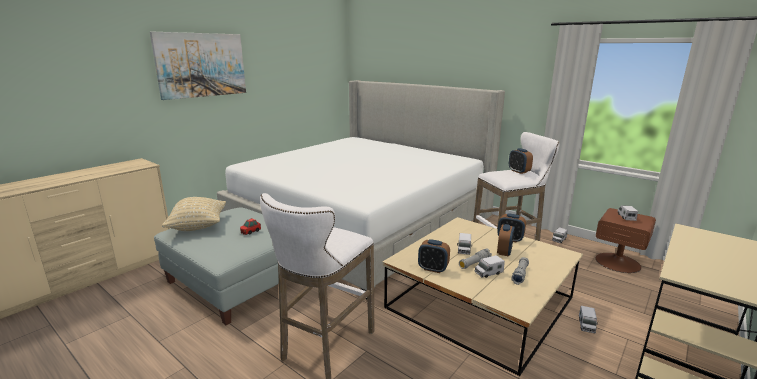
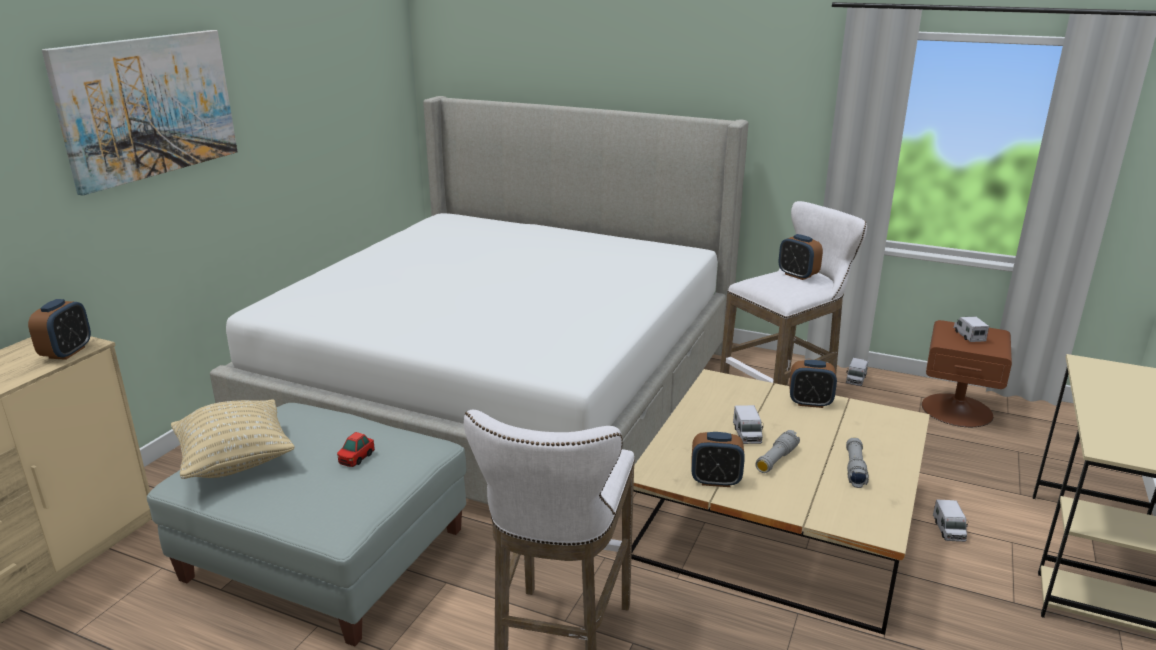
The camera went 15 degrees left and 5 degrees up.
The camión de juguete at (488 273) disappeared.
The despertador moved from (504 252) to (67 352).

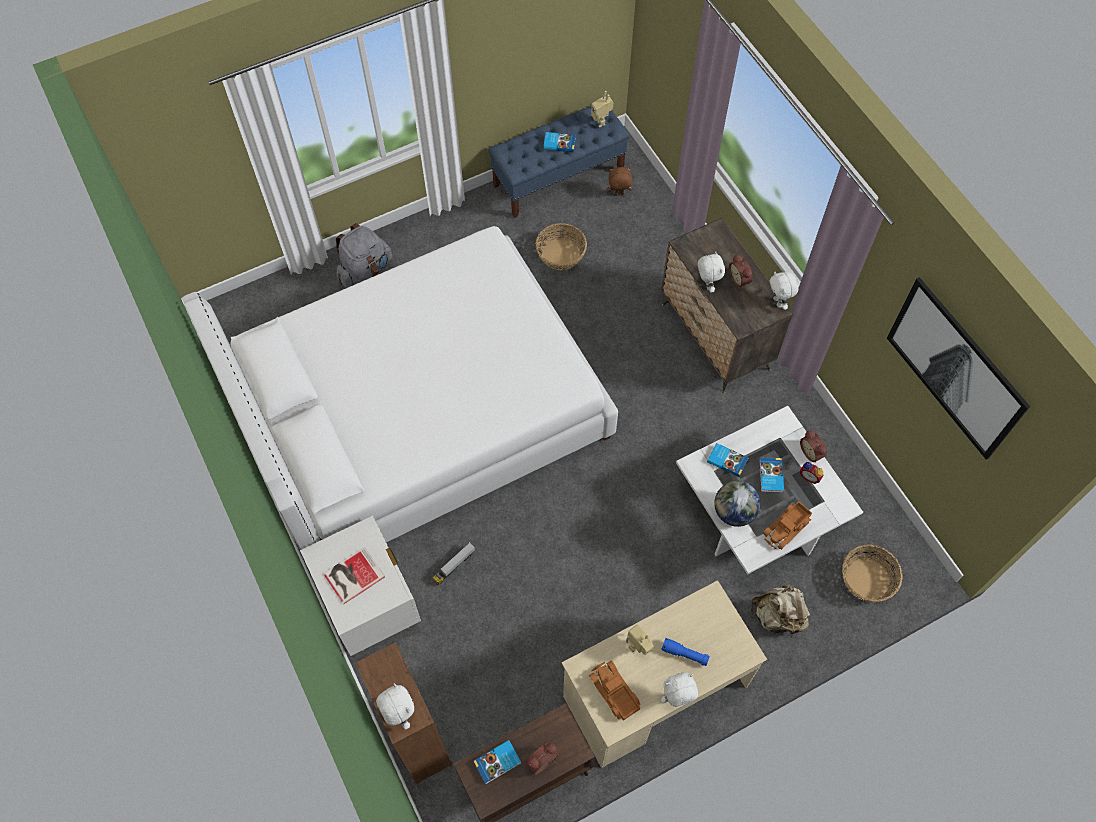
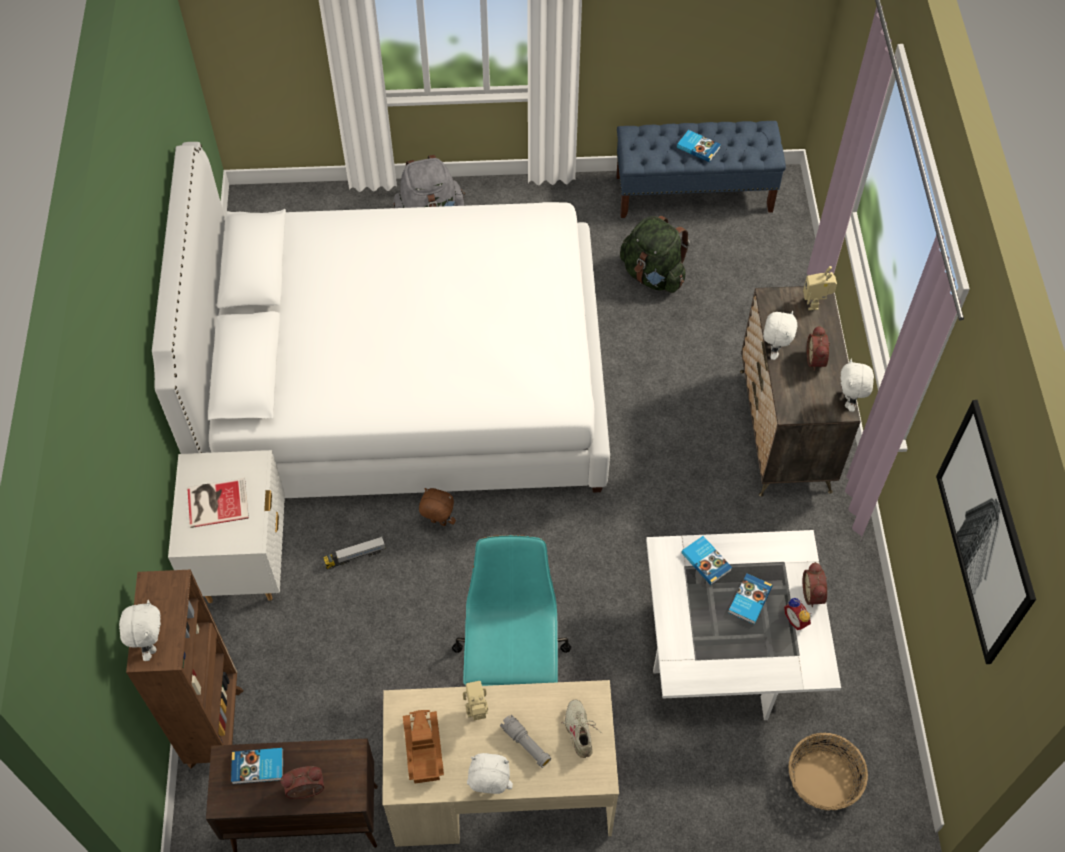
The camera went 25 degrees right and 5 degrees down.
The globo terráqueo at (734 512) disappeared.
The mochila/beis at (778 616) disappeared.
The camión de juguete at (787 528) disappeared.
The silla de oficina/turquesa at (512 666) appeared.
The zapato/beis at (580 731) appeared.
The robot de juguete moved from (601 121) to (815 303).
The peluche/marrón moved from (618 195) to (438 523).
The cesta at (561 254) was replaced by the mochila/verde at (652 275).
The linterna/azul at (684 654) became the linterna/gris at (526 744).

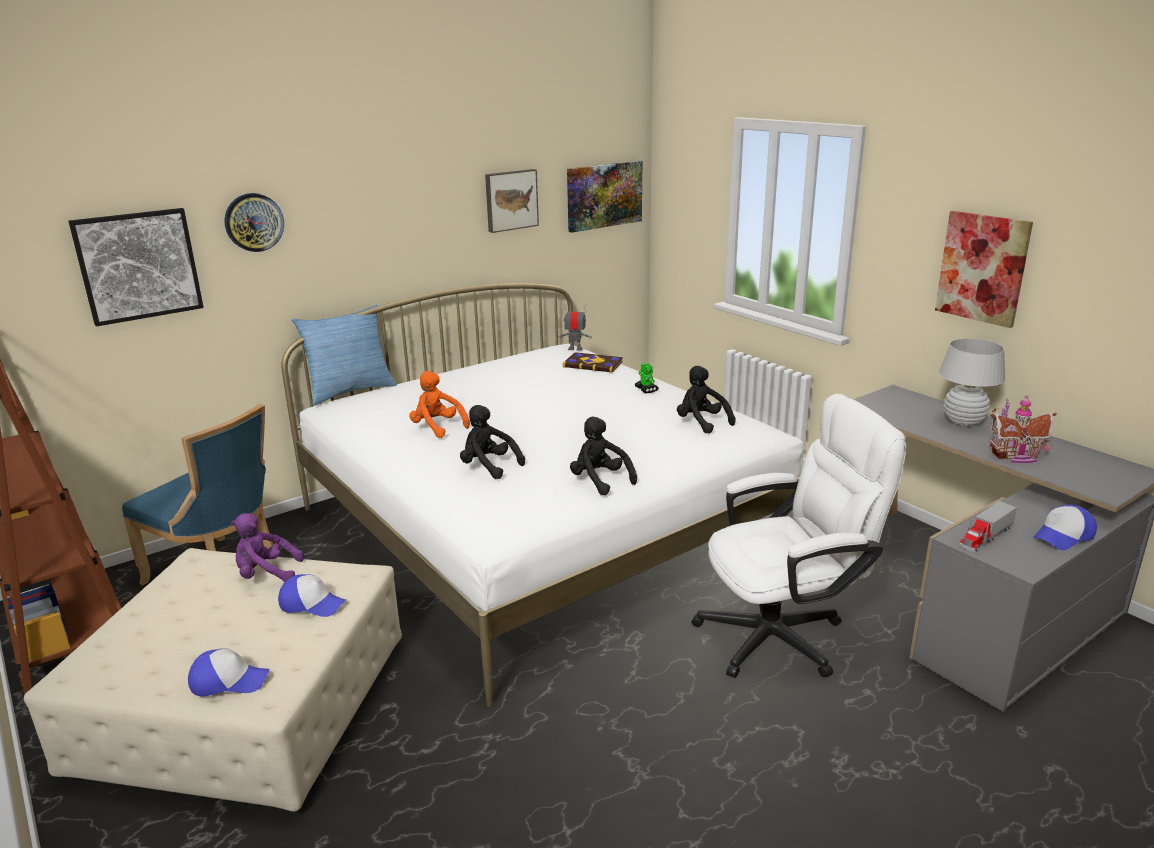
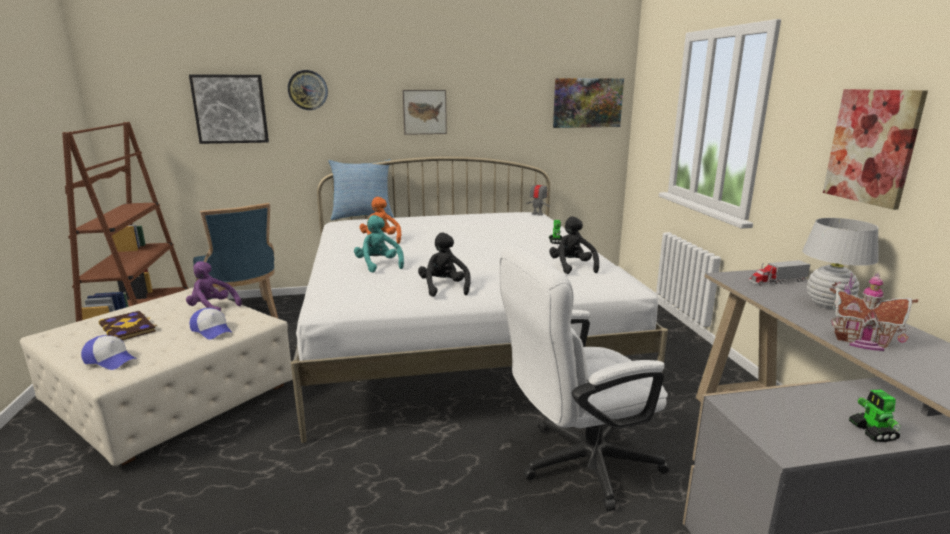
The camera went 25 degrees right and 5 degrees down.
The cuadro moved from (510 200) to (424 112).
The libro moved from (593 364) to (128 328).
The camión de juguete moved from (985 536) to (777 281).
The gorra at (1063 536) was replaced by the robot de juguete at (872 432).
The peluche/negro at (488 467) became the peluche/turquesa at (378 265).
The silla de oficina/blanco at (784 634) turned 150 degrees clockwise.

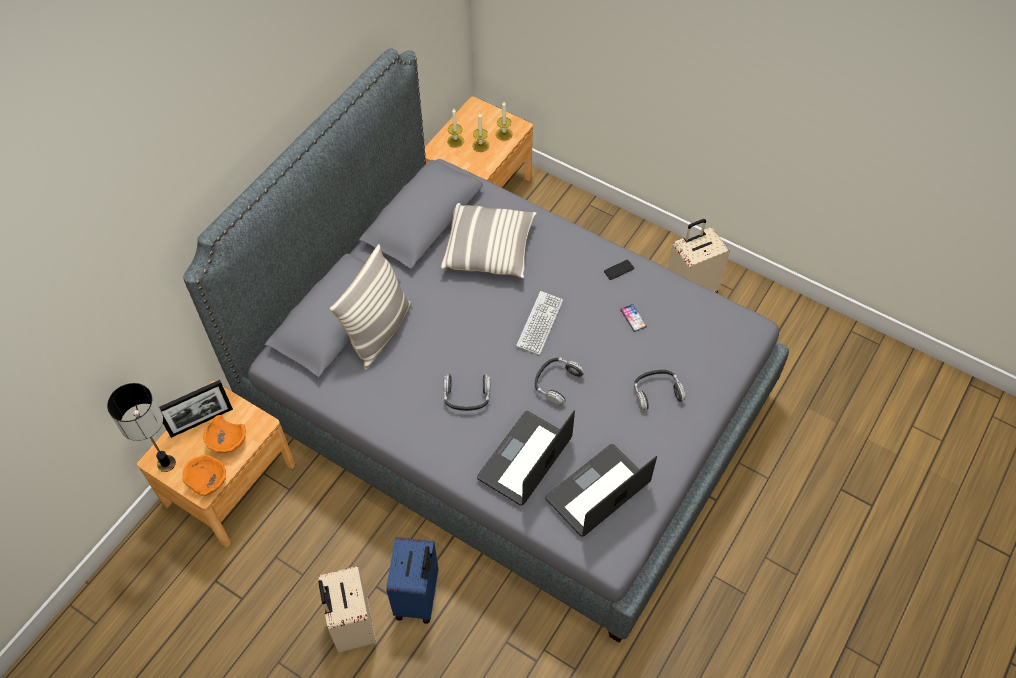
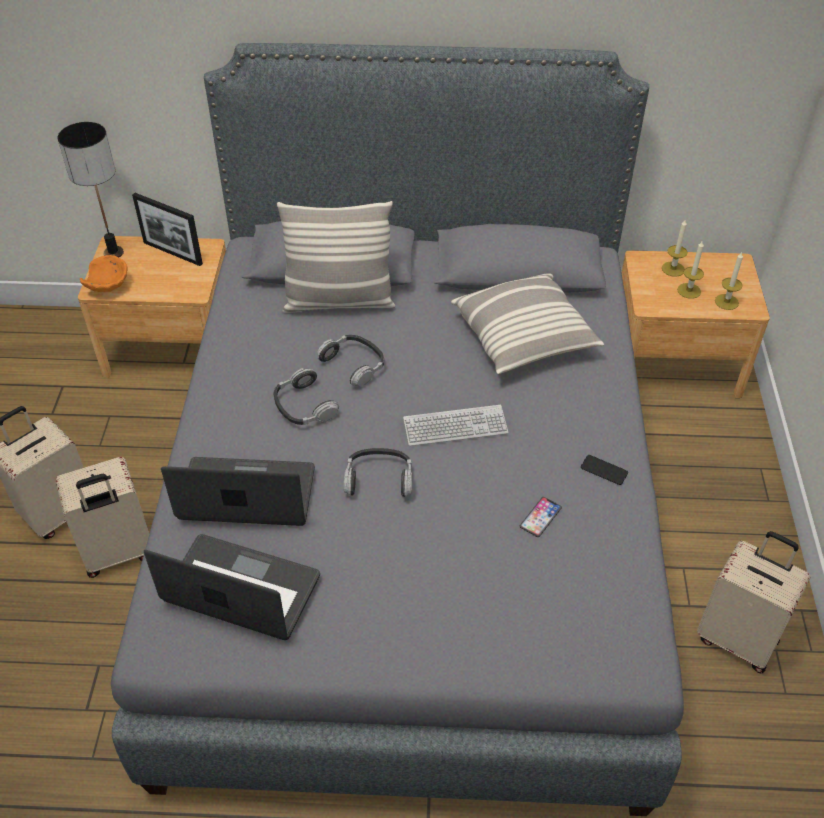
The camera went 60 degrees right and 10 degrees down.
The cuenco/naranja at (227 442) disappeared.
The auriculares moved from (657 392) to (354 364).
The maleta/azul at (418 597) became the maleta/beis at (118 553).

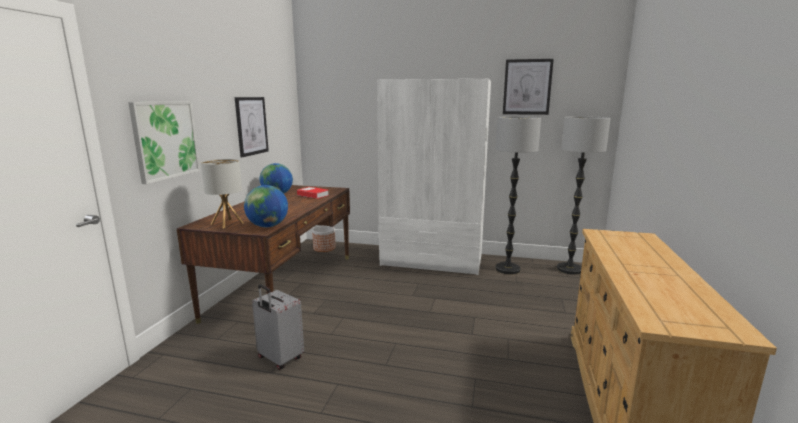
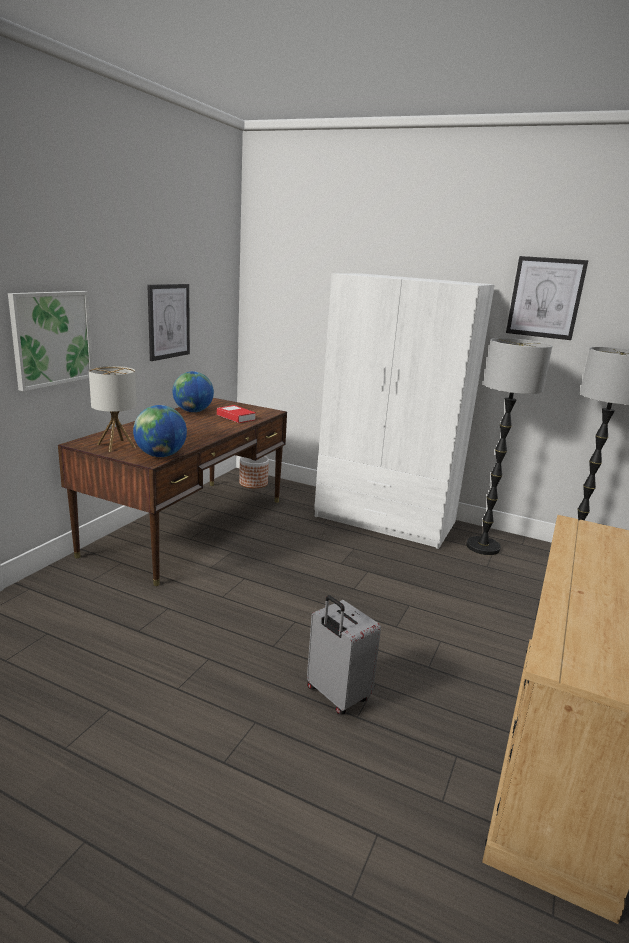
The camera went 10 degrees right and 5 degrees up.
The maleta/gris moved from (279 359) to (336 695).

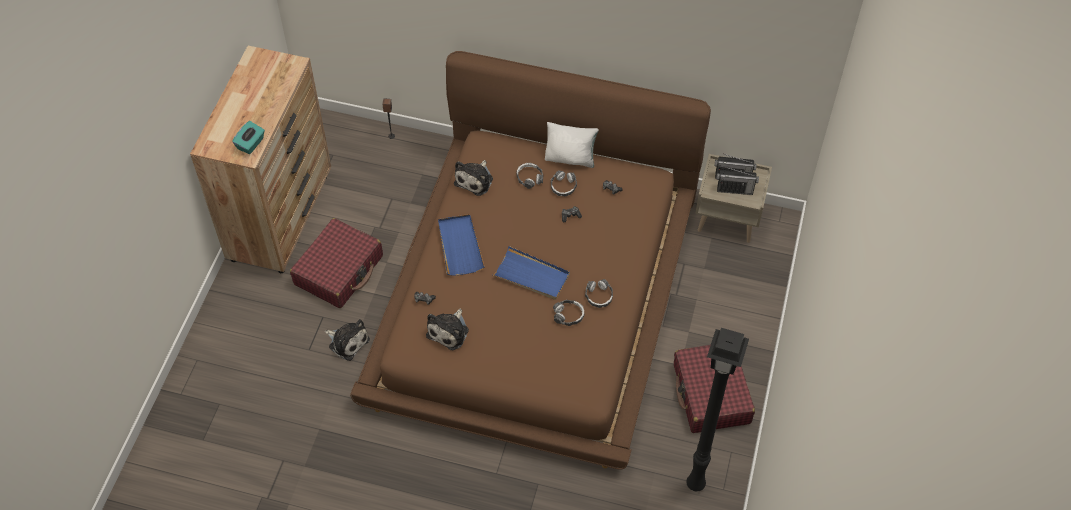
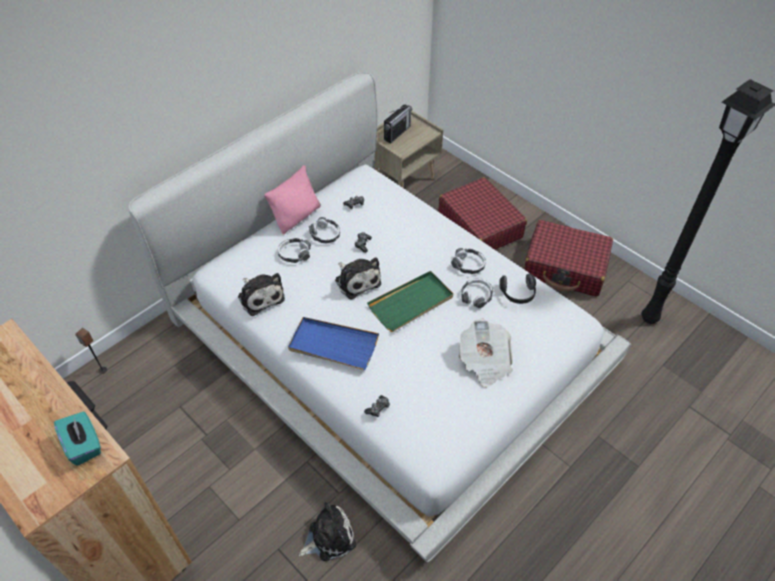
The camera went 60 degrees left and 5 degrees down.
The radio at (735 190) disappeared.
The periódico at (484 362) appeared.
The auriculares at (517 294) appeared.
The maleta/rojo moved from (339 270) to (480 225).
The peluche moved from (449 331) to (357 280).
The cama/marrón at (535 296) became the cama/blanco at (387 340).
The bandeja/azul at (531 275) became the bandeja/verde at (411 303).
The cojín/blanco at (570 158) became the cojín/rosa at (296 216).

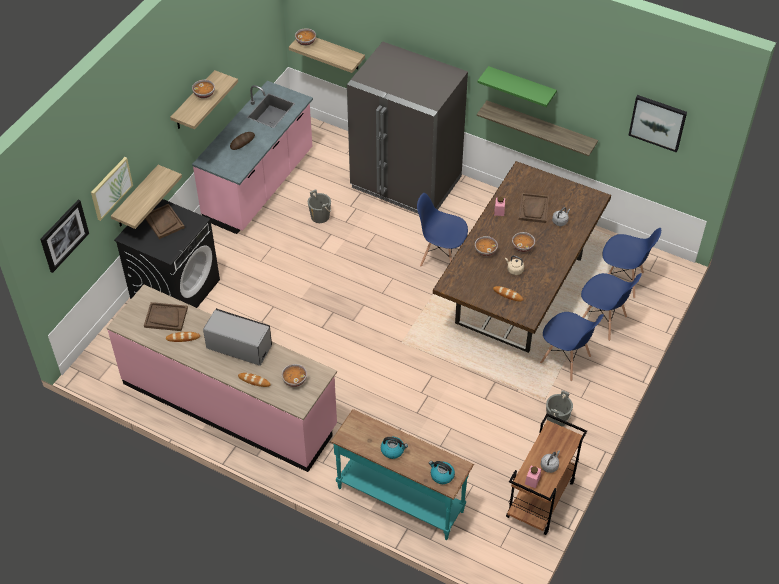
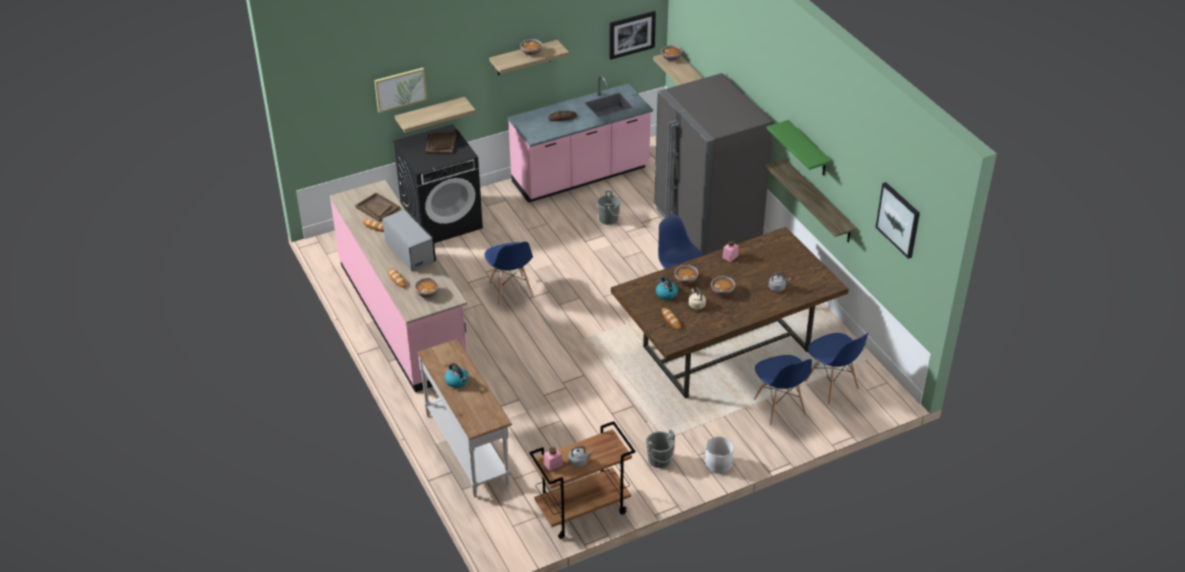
The camera went 35 degrees right and 10 degrees down.
The bandeja/marrón at (533 209) disappeared.
The maceta/blanco at (718 464) appeared.
The cuadro moved from (64 235) to (631 34).
The hervidor moved from (441 475) to (666 294).
The silla/azul moved from (565 360) to (511 291).
The mesa consola/turquesa at (401 498) became the mesa consola/blanco at (468 448).

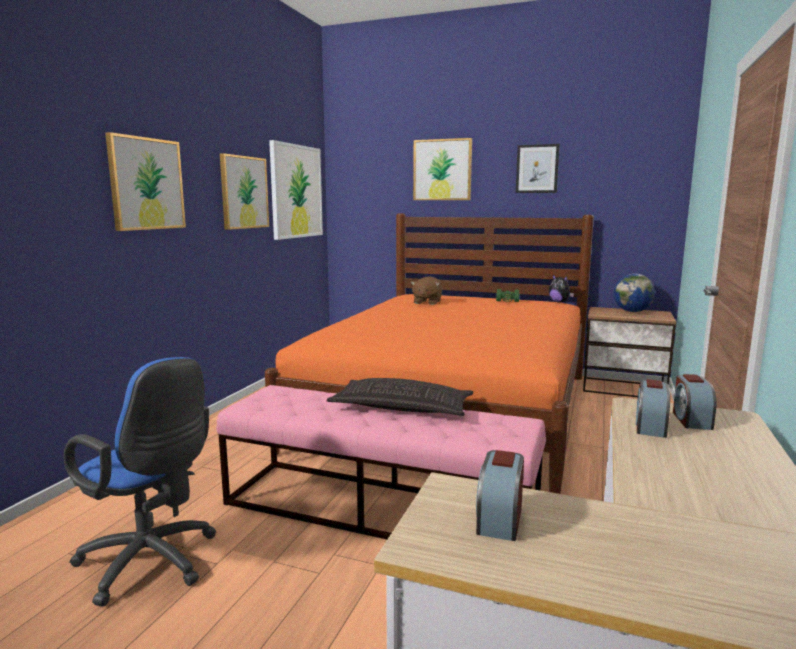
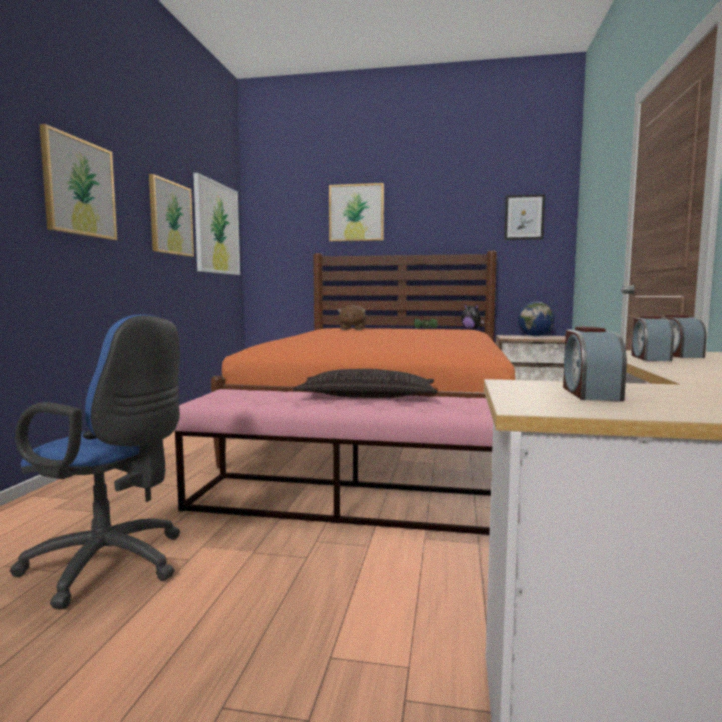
The camera went 10 degrees left and 5 degrees down.
The cuadro moved from (537 169) to (524 217).

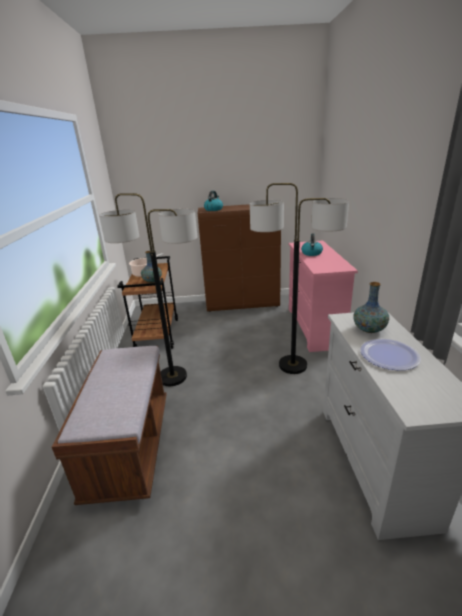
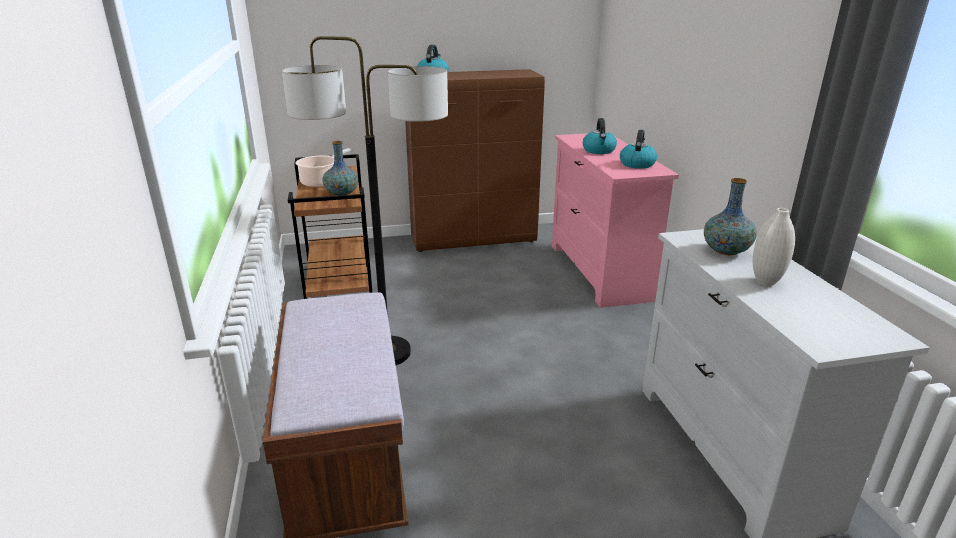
The camera went 10 degrees left and 0 degrees up.
The lámpara de pie at (293 365) disappeared.
The hervidor at (637 164) appeared.
The plato at (389 355) was replaced by the florero/blanco at (765 282).

